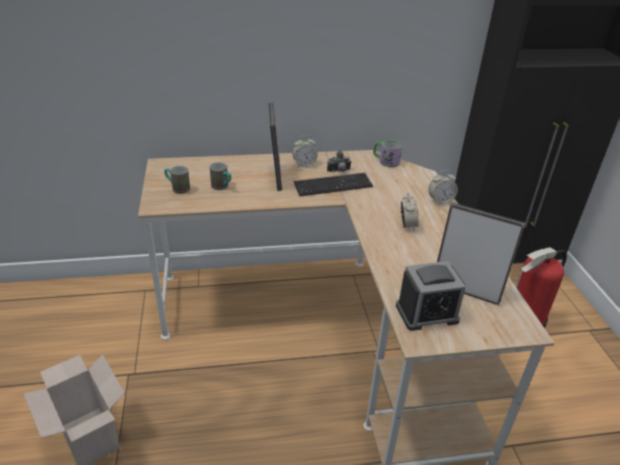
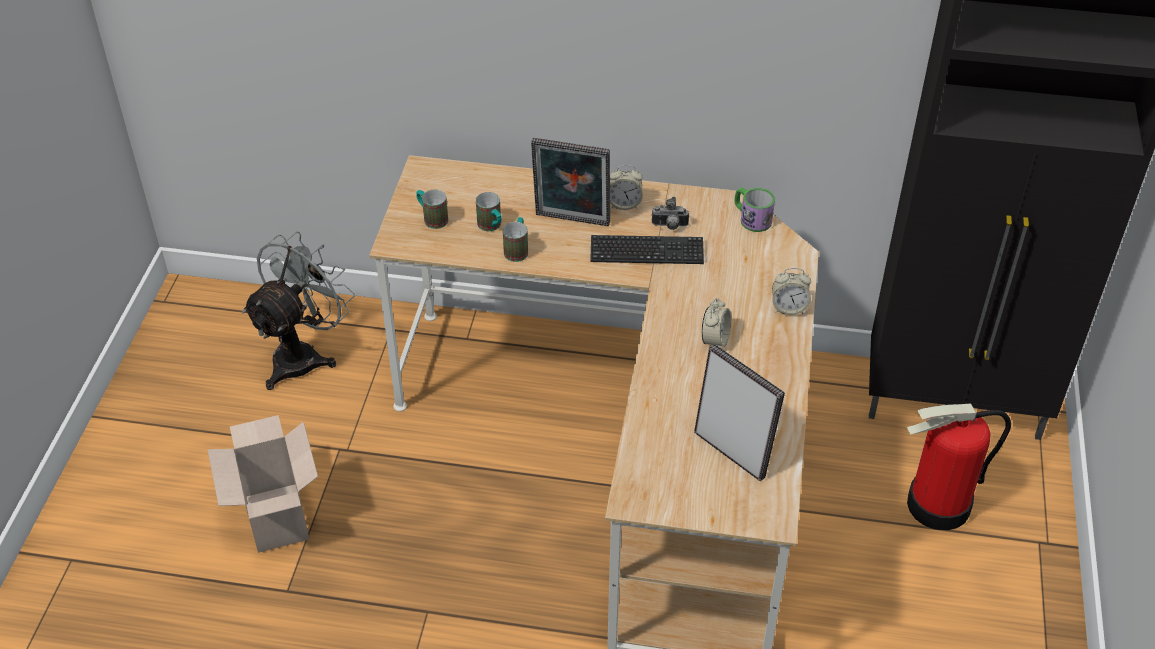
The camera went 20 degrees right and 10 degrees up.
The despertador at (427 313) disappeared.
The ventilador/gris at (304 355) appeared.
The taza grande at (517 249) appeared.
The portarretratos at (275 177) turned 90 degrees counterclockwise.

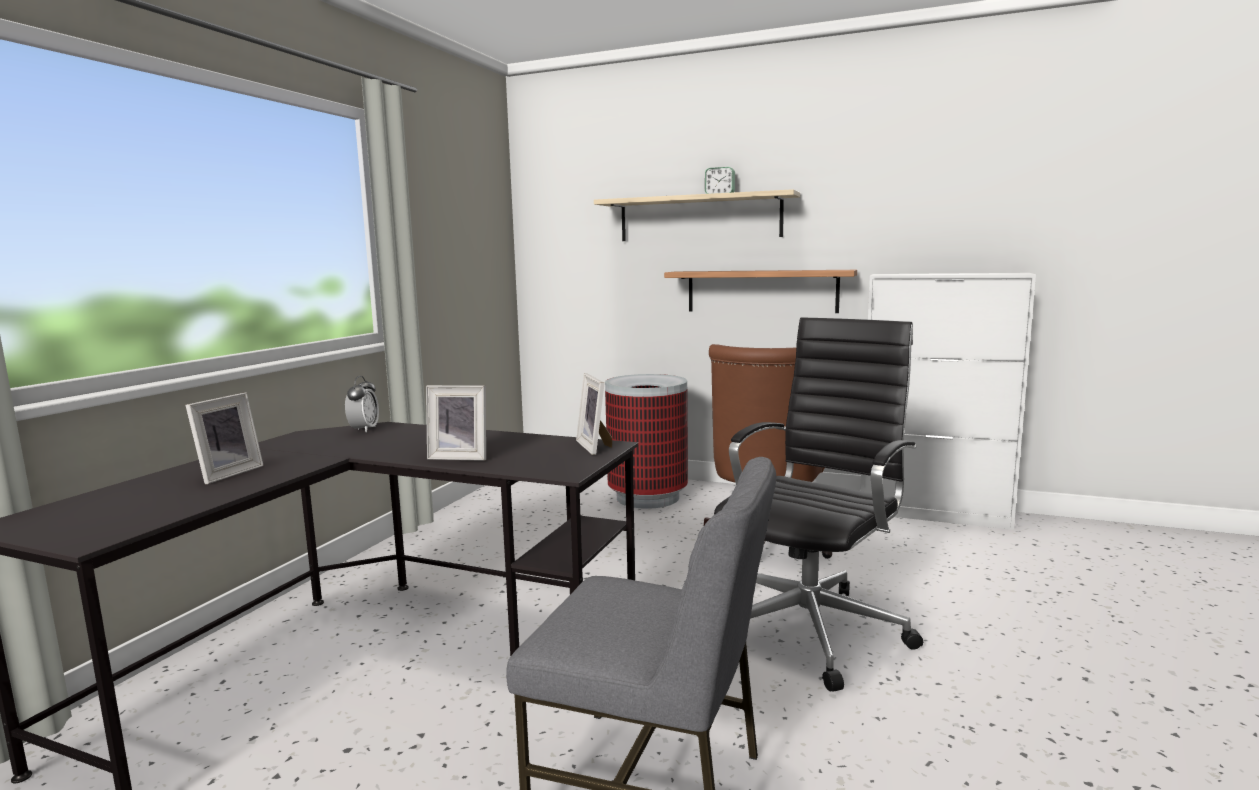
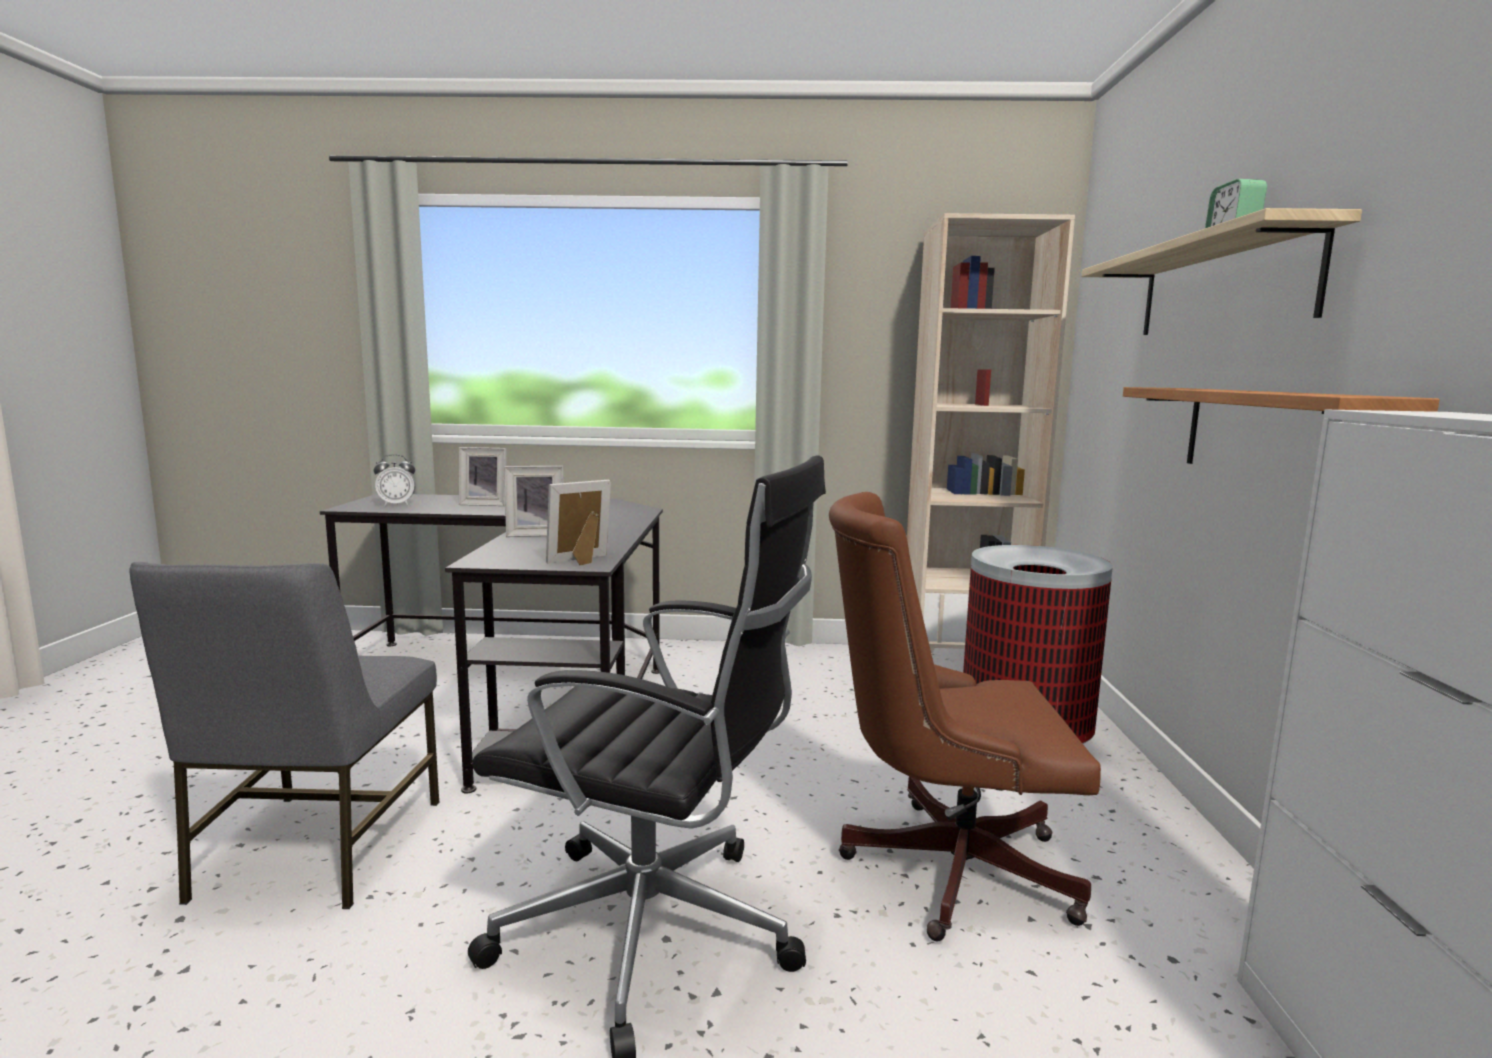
The camera went 70 degrees right and 0 degrees up.
The estantería/beis at (963 665) appeared.
The despertador moved from (364 429) to (396 505).
The portarretratos at (460 456) turned 90 degrees counterclockwise.

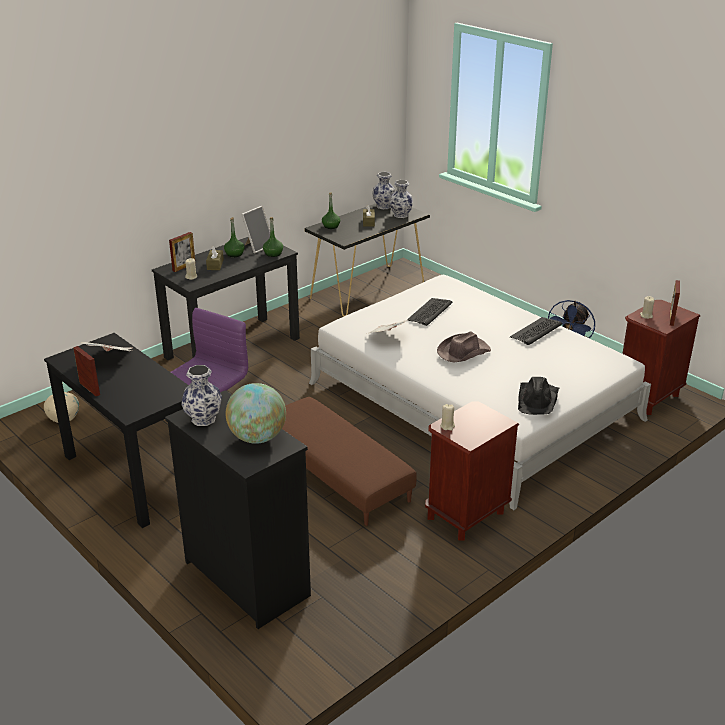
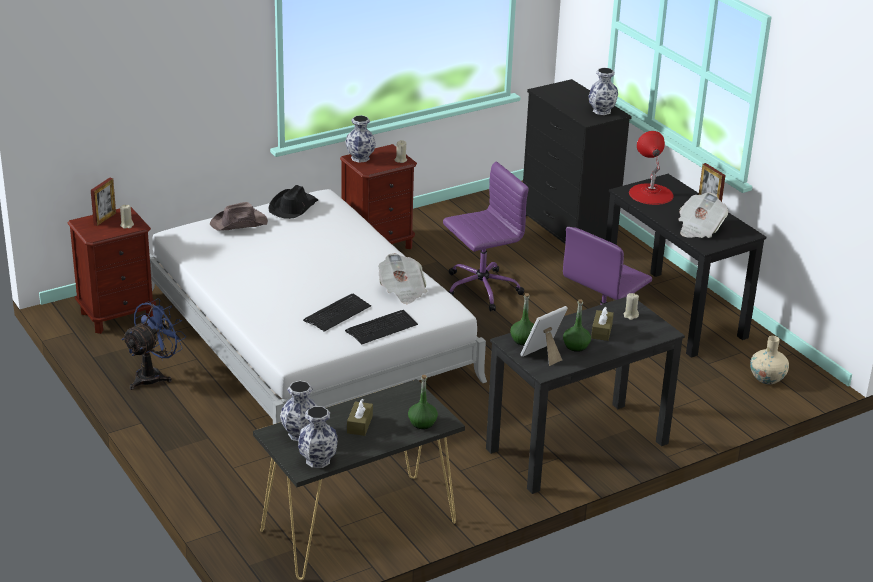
The camera went 170 degrees left and 0 degrees up.
The portarretratos at (184 267) disappeared.
The globo terráqueo at (257 438) disappeared.
The florero at (361 158) appeared.
The lámpara de mesa/rojo at (650 194) appeared.
The sombrero/marrón moved from (463 352) to (239 223).
The teclado moved from (536 331) to (381 328).
The puf/marrón at (335 473) was replaced by the silla de oficina/morado at (480 289).

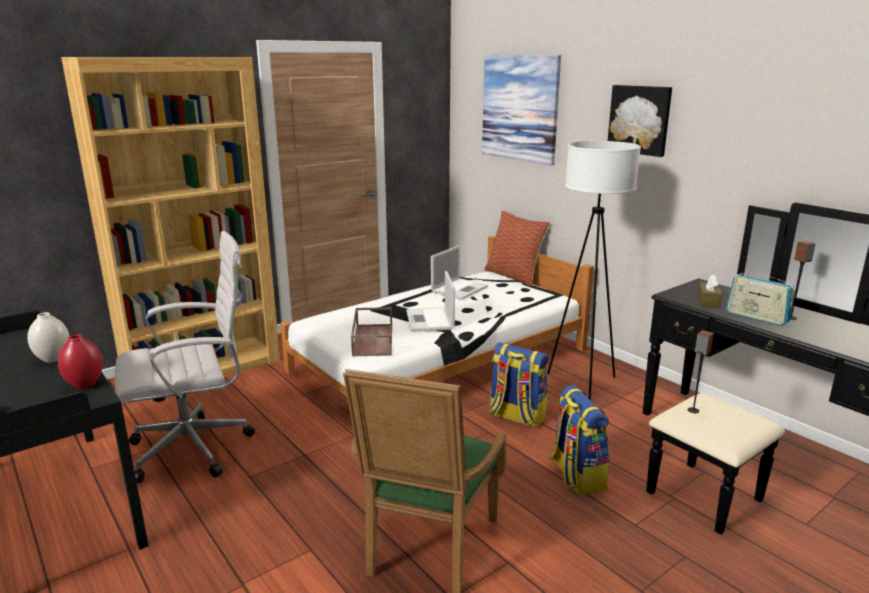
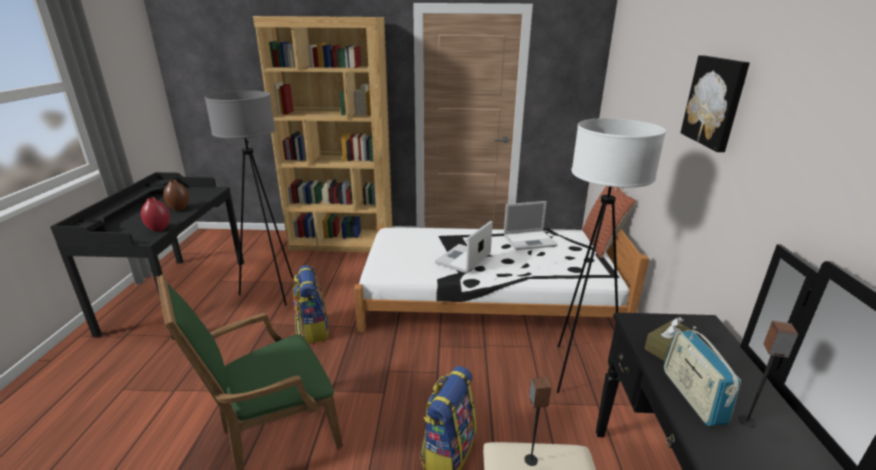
The camera went 40 degrees right and 5 degrees up.
The bandeja/marrón at (372 339) disappeared.
The cuadro at (520 108) disappeared.
The mochila moved from (516 417) to (312 329).
The silla de oficina/blanco at (197 448) was replaced by the lámpara de pie/gris at (272 292).
The florero/blanco at (54 359) became the florero/marrón at (179 209).

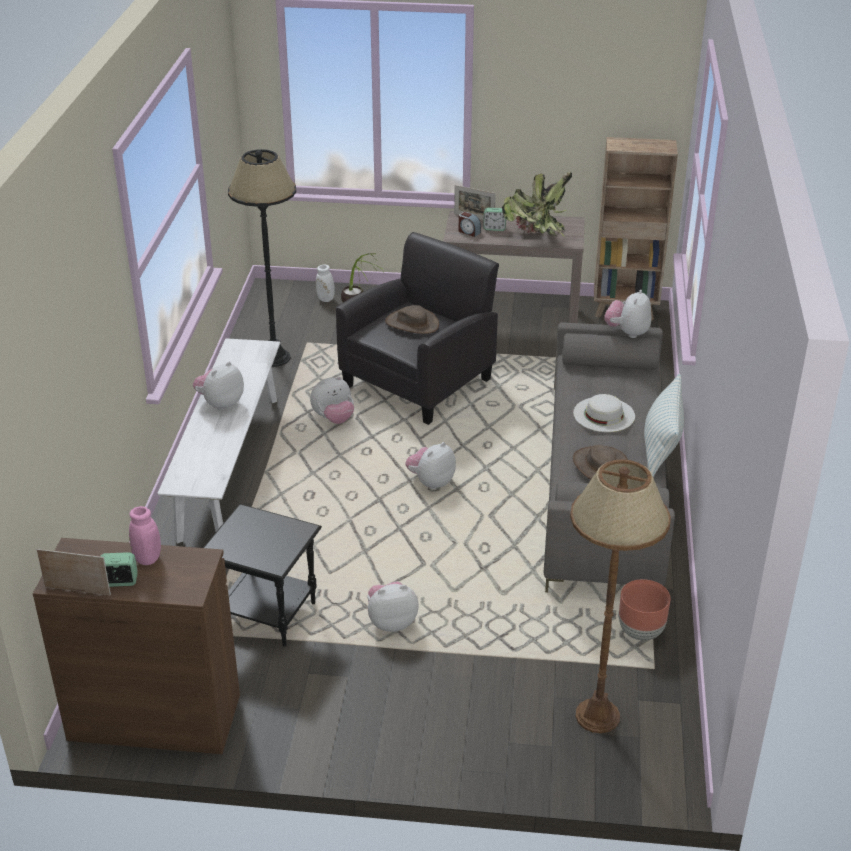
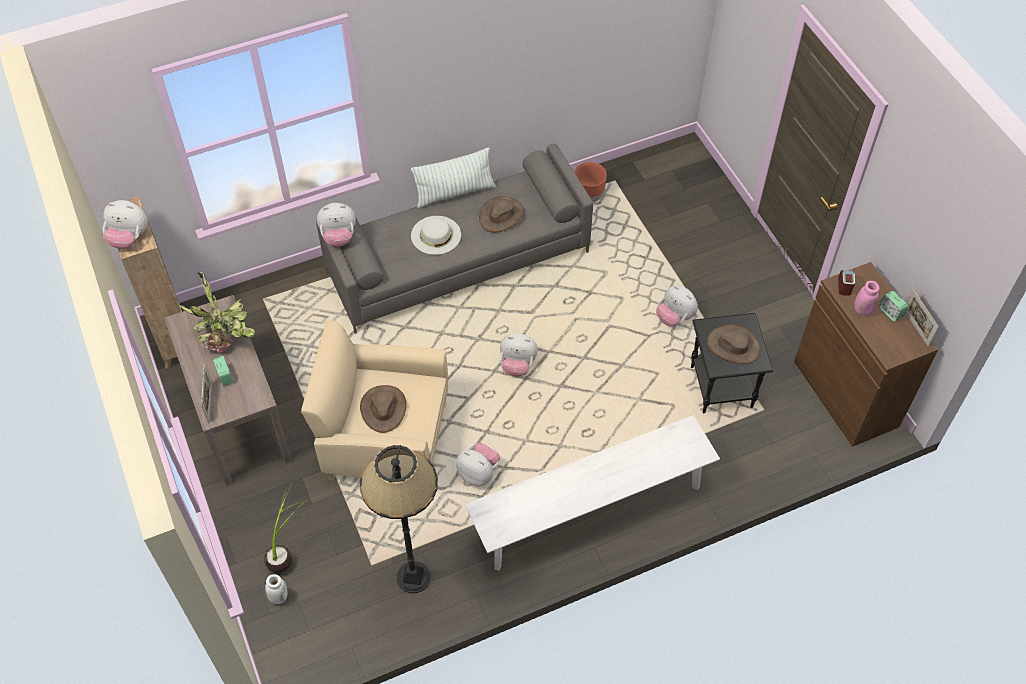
The camera went 120 degrees left and 20 degrees up.
The lámpara de pie/marrón at (598 716) disappeared.
The sombrero/marrón at (733 346) appeared.
The peluche moved from (220 403) to (129 238).
The despertador moved from (469 232) to (844 286).
The sillón/negro at (419 382) became the sillón/beis at (385 439).

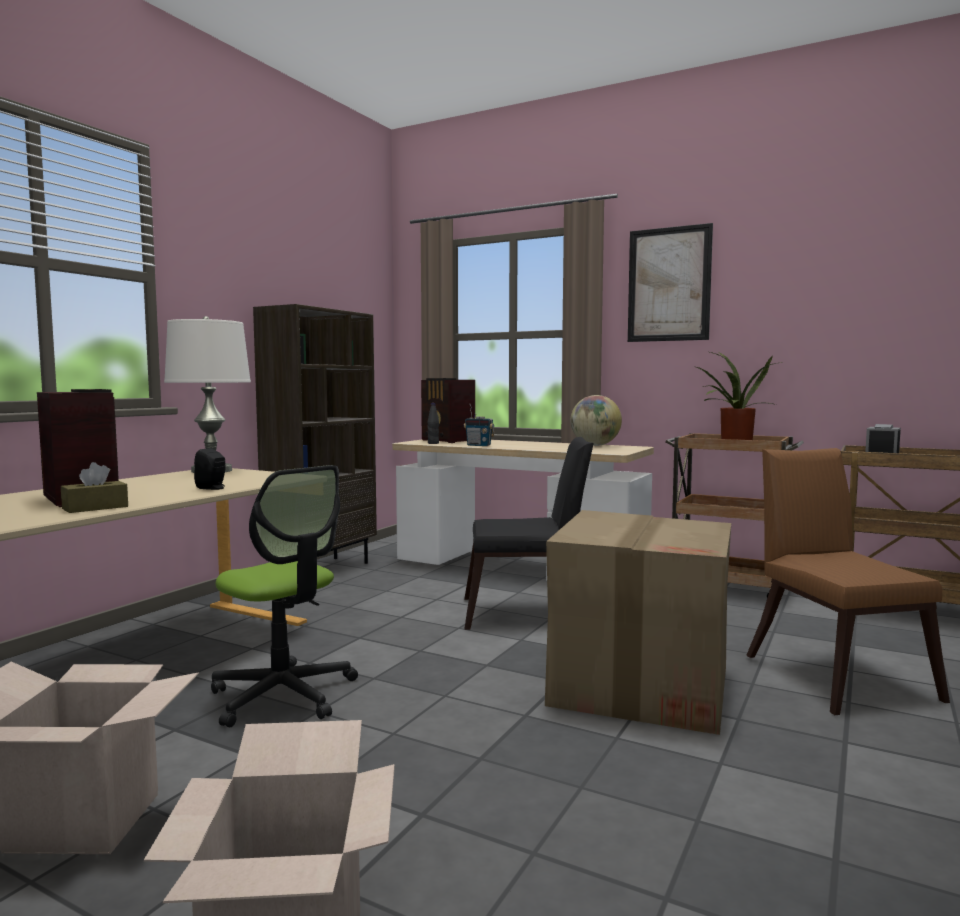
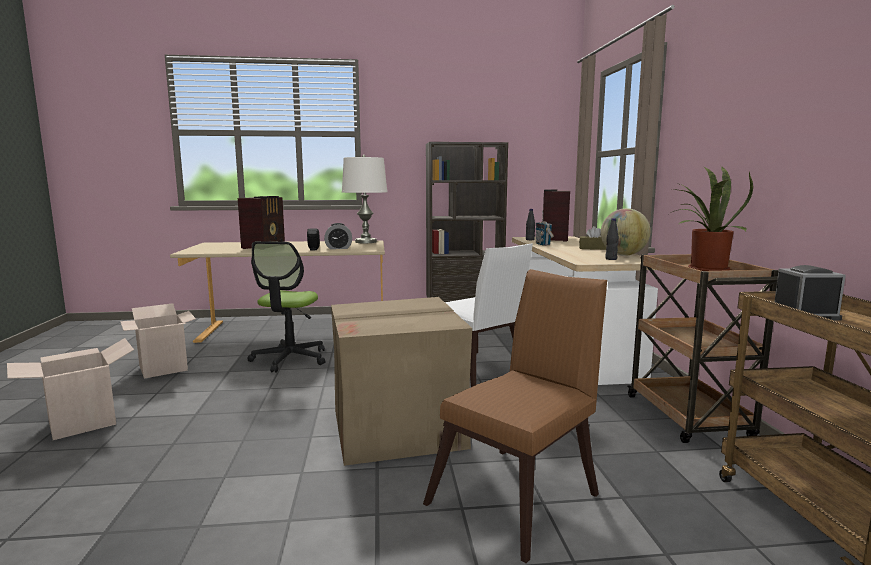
The camera went 55 degrees right and 5 degrees up.
The cuadro at (669 284) disappeared.
The despertador at (338 248) appeared.
The botella/negro at (611 259) appeared.
The caja de pañuelos/marrón moved from (95 508) to (592 248).
The silla/negro at (527 613) became the silla/blanco at (478 372).

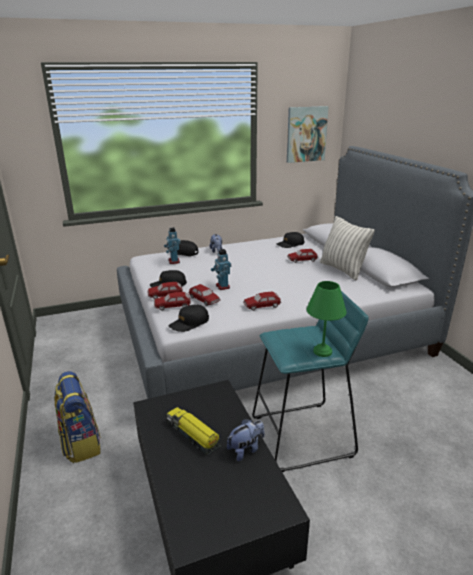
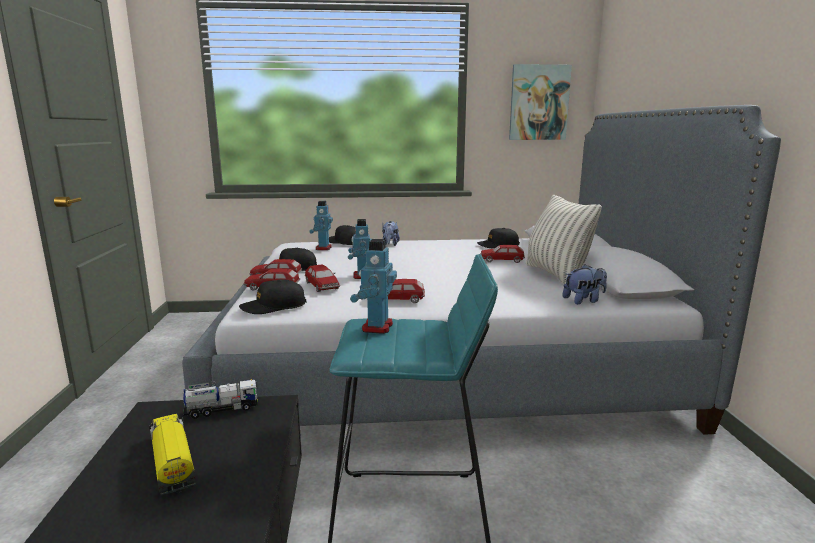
The camera went 15 degrees right and 10 degrees down.
The mochila at (80 443) disappeared.
The lámpara de mesa/verde at (322 351) disappeared.
The camión de juguete at (222 409) appeared.
The robot de juguete at (376 327) appeared.
The peluche moved from (246 449) to (584 300).

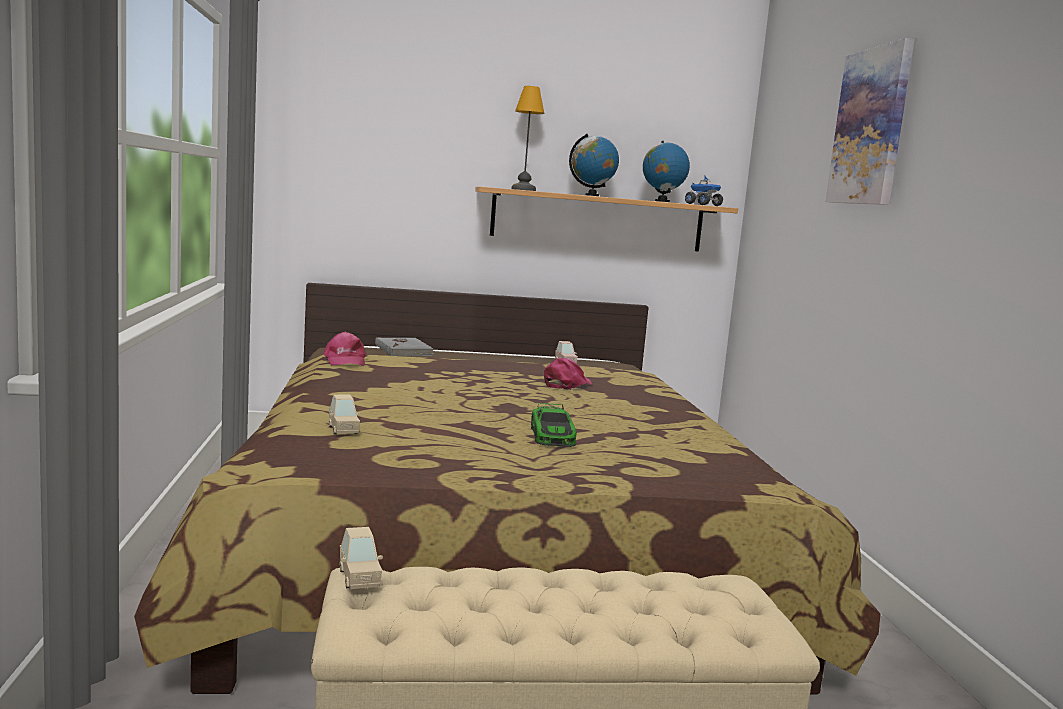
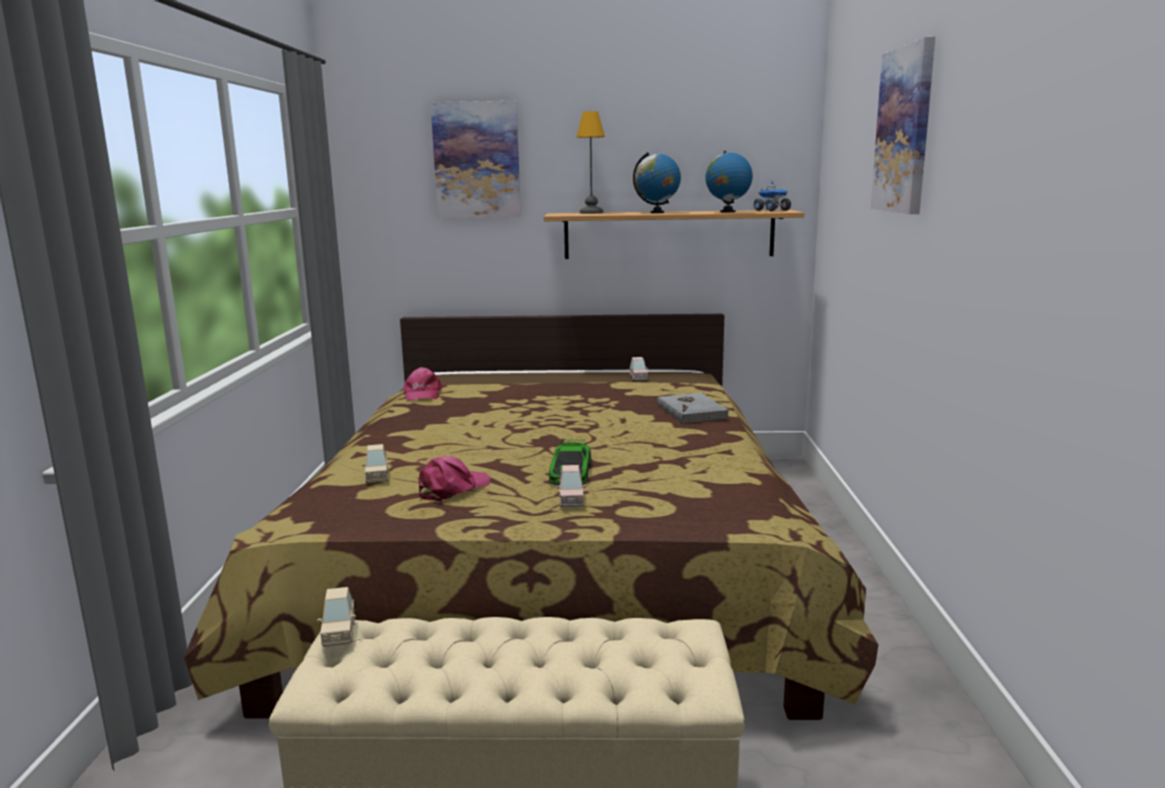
The camera went 10 degrees right and 5 degrees up.
The cuadro at (477 160) appeared.
The coche de juguete/rosa at (571 501) appeared.
The libro/gris moved from (404 350) to (692 411).
The gorra/rosa moved from (567 384) to (452 489).

